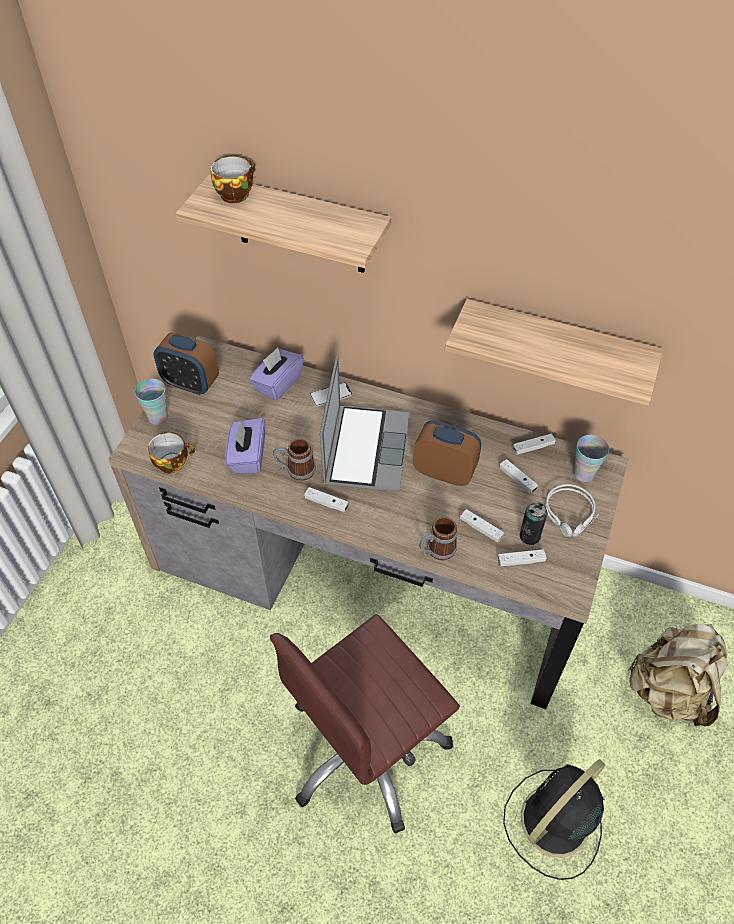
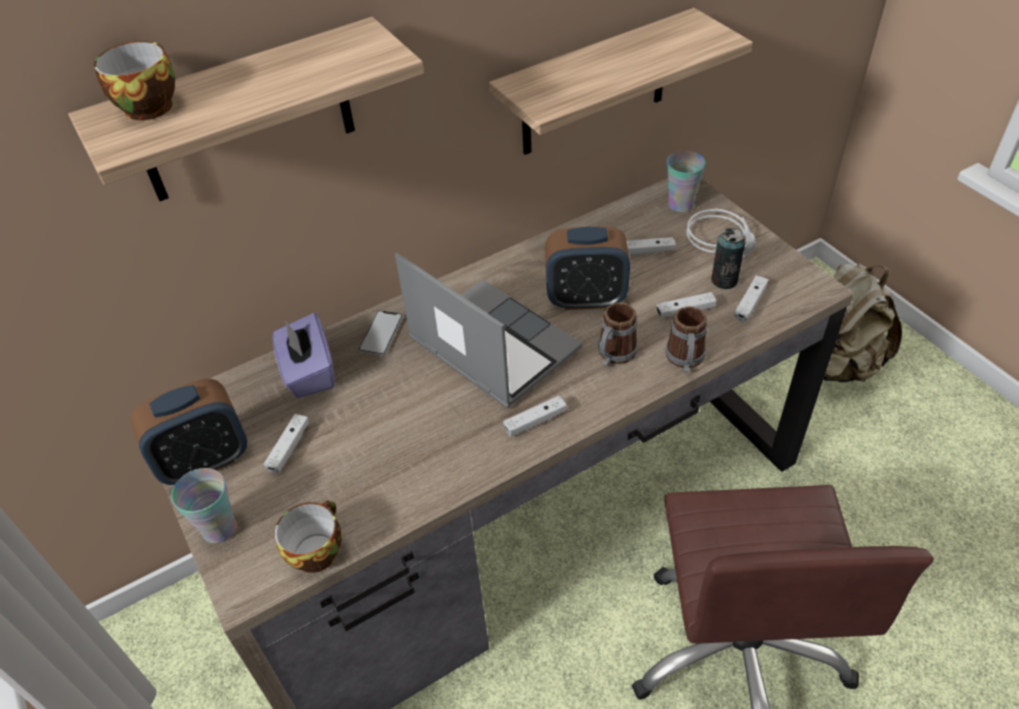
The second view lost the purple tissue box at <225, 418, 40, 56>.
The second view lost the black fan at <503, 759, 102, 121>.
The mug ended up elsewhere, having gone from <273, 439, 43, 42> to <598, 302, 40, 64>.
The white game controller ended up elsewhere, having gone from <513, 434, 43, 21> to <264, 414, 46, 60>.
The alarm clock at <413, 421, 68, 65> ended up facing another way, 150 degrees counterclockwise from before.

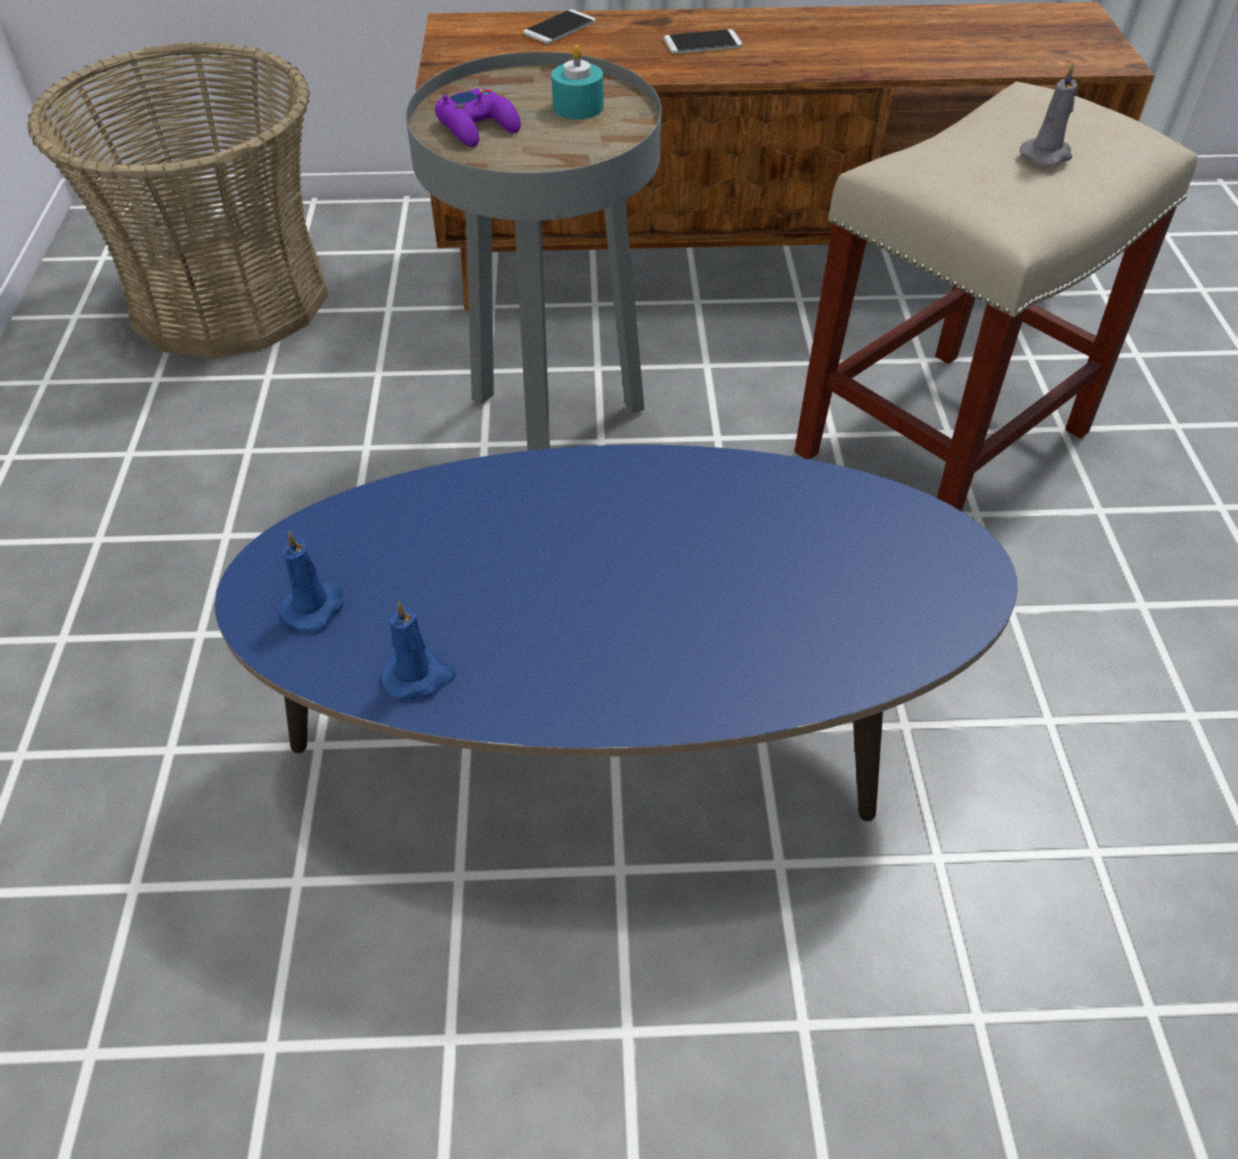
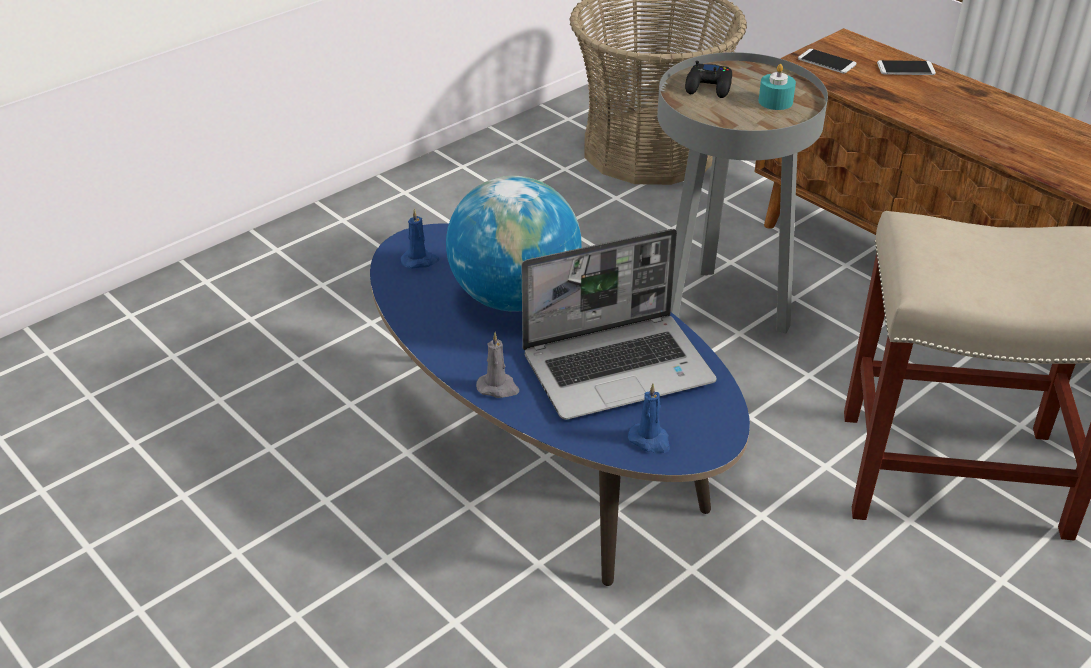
The second view gained the globe at <446, 176, 136, 136>.
The second view gained the laptop at <522, 229, 195, 191>.
The blue candle ended up elsewhere, having gone from <381, 601, 75, 99> to <628, 383, 42, 70>.
The phone ended up elsewhere, having gone from <664, 29, 78, 25> to <798, 49, 59, 24>.
The grey candle ended up elsewhere, having gone from <1020, 63, 57, 103> to <476, 332, 43, 66>.
What was the purple game controller at <435, 88, 86, 59> turned into the black game controller at <685, 61, 47, 37>.

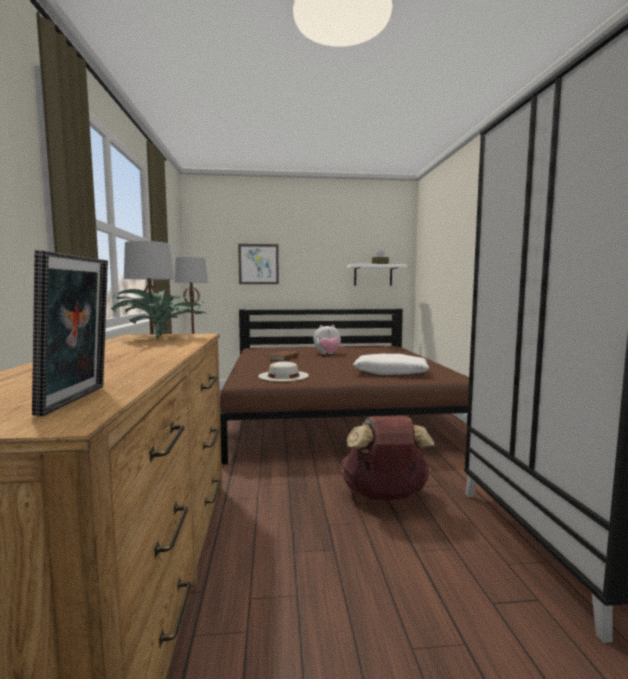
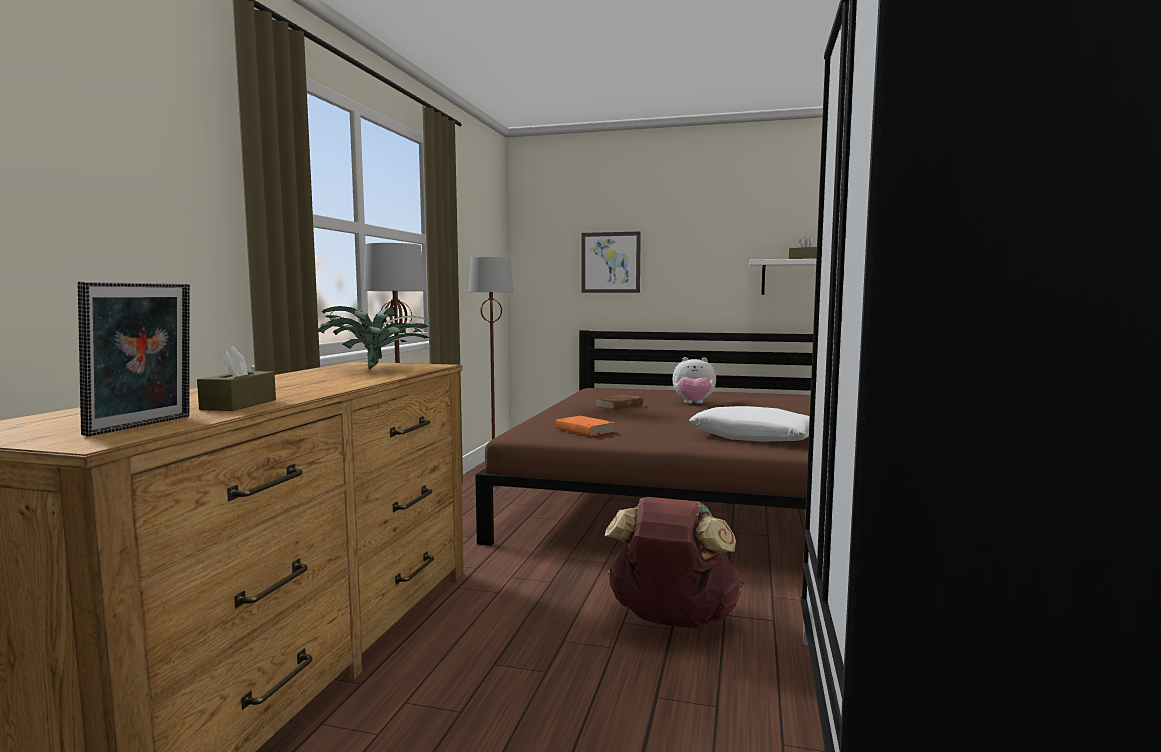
The second view gained the brown tissue box at <197, 346, 79, 65>.
Where the white hat stood at <258, 362, 51, 19>, the orange book came to stand at <556, 416, 59, 21>.

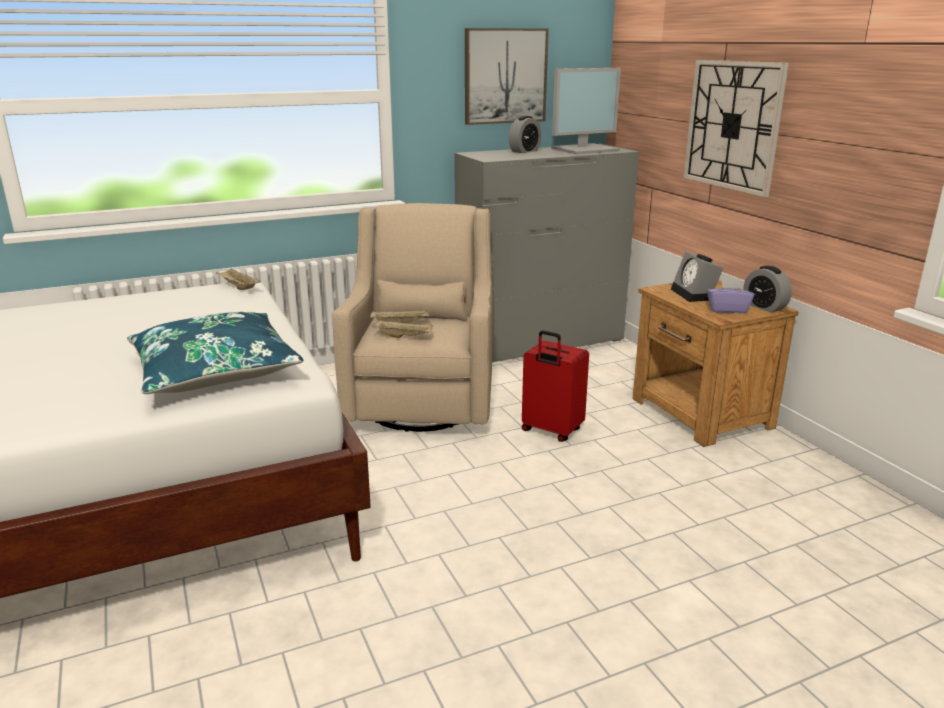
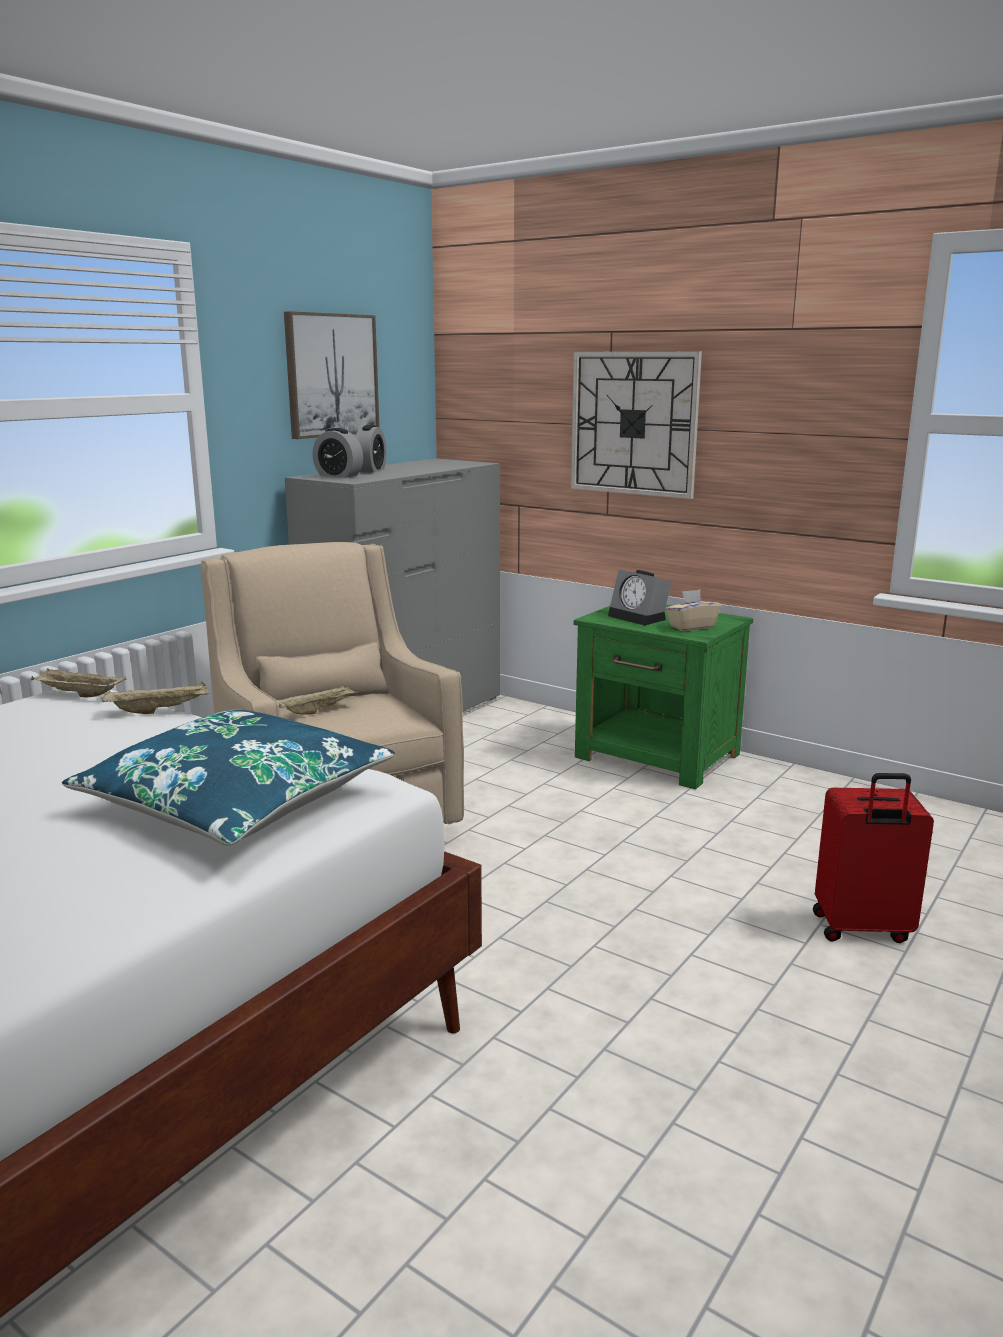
The second view lost the monitor at <551, 68, 70, 87>.
The beige tray ended up elsewhere, having gone from <372, 320, 61, 18> to <101, 682, 108, 32>.
The red suitcase ended up elsewhere, having gone from <522, 330, 67, 112> to <813, 773, 121, 170>.
The alarm clock ended up elsewhere, having gone from <743, 266, 49, 47> to <312, 428, 51, 50>.
What was the brown nightstand at <633, 280, 166, 167> turned into the green nightstand at <573, 605, 180, 184>.
What was the purple tissue box at <707, 278, 47, 35> turned into the beige tissue box at <666, 589, 55, 42>.

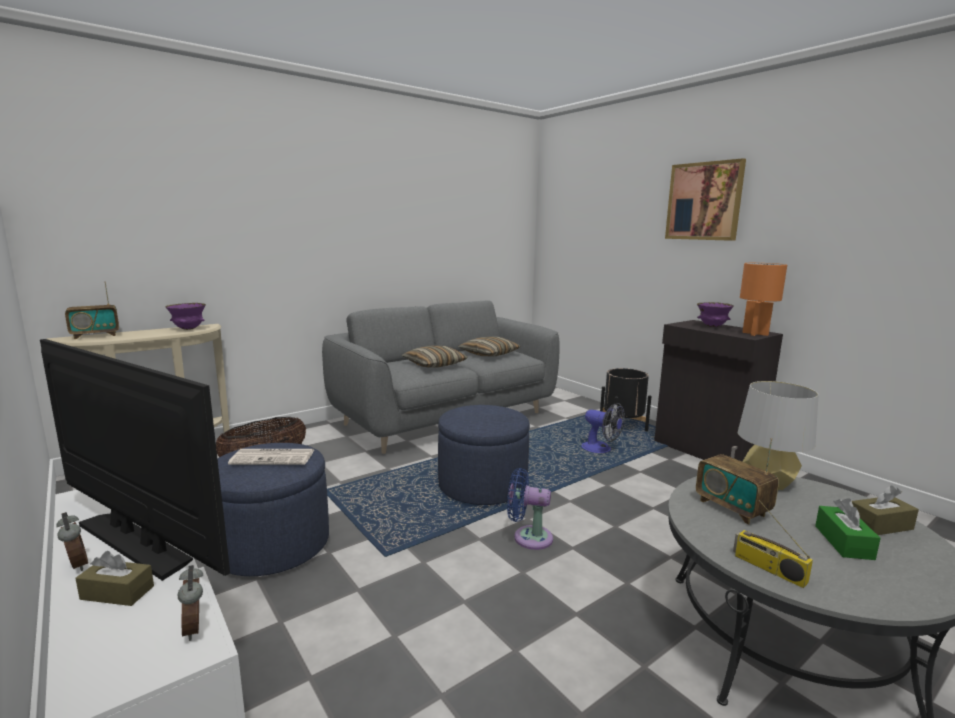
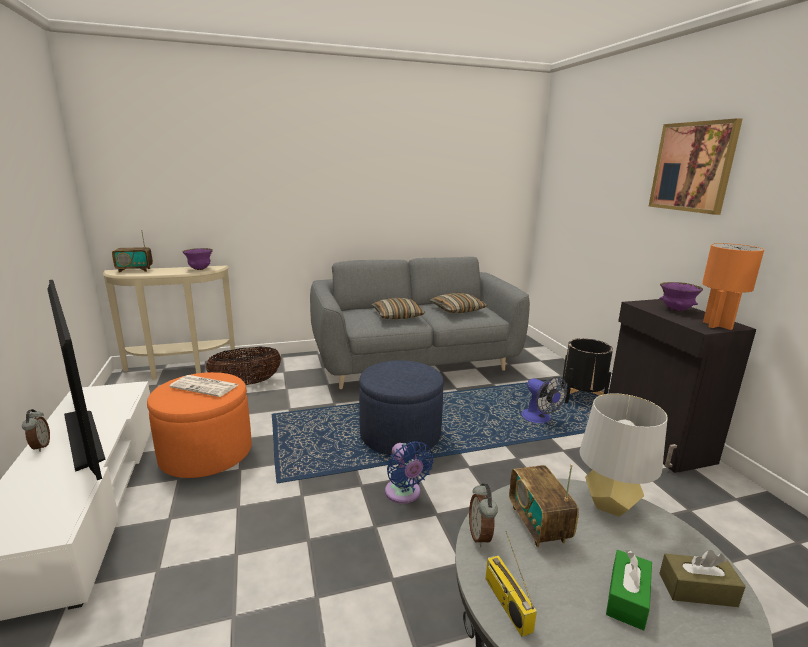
The second view lost the brown tissue box at <75, 551, 79, 55>.
The alarm clock ended up elsewhere, having gone from <177, 565, 26, 76> to <469, 483, 29, 64>.
What was the blue ottoman at <217, 443, 112, 133> turned into the orange ottoman at <147, 372, 105, 106>.
The blue fan at <507, 468, 46, 82> ended up facing another way, 150 degrees counterclockwise from before.

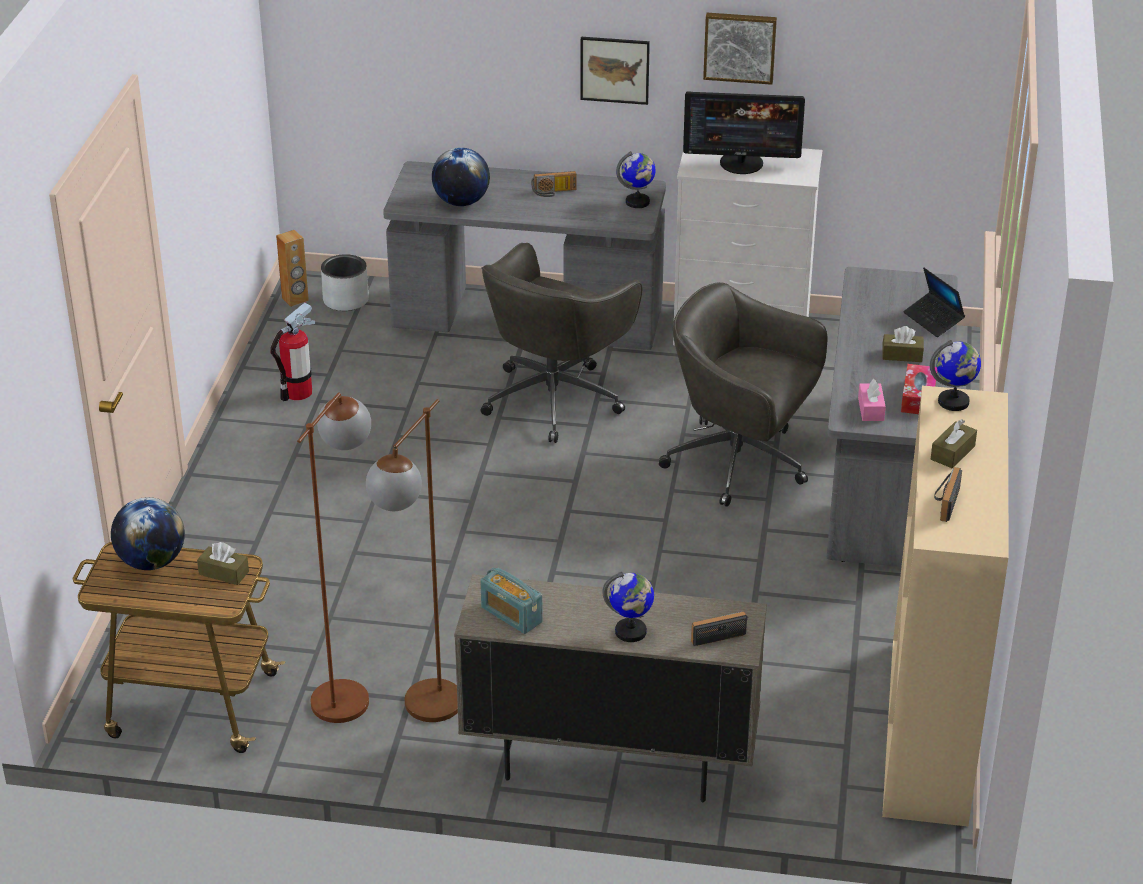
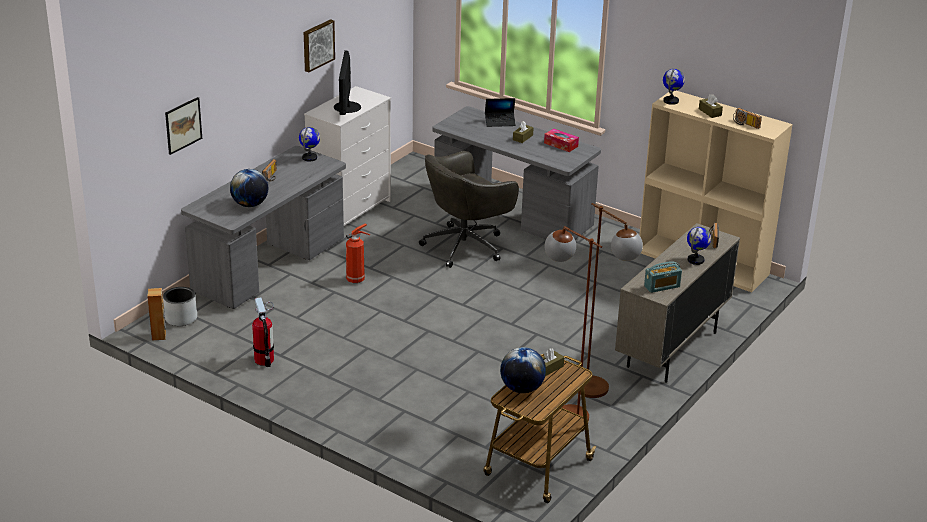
The second view lost the pink tissue box at <858, 379, 28, 42>.
The picture ended up elsewhere, having gone from <580, 37, 70, 68> to <165, 97, 37, 58>.
Where the grey office chair stood at <480, 243, 162, 200>, the fire extinguisher came to stand at <346, 223, 24, 60>.
The monitor at <683, 91, 122, 83> ended up facing another way, 150 degrees clockwise from before.

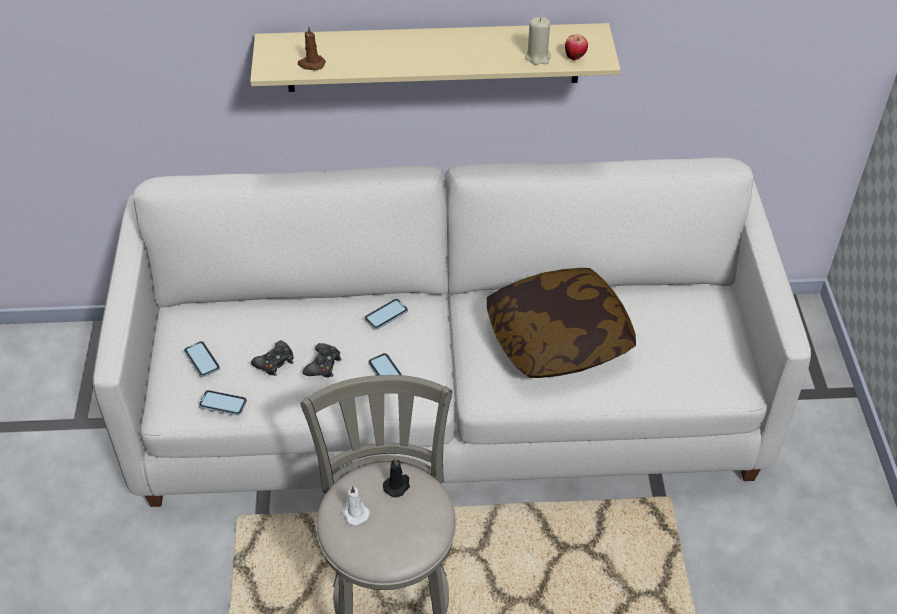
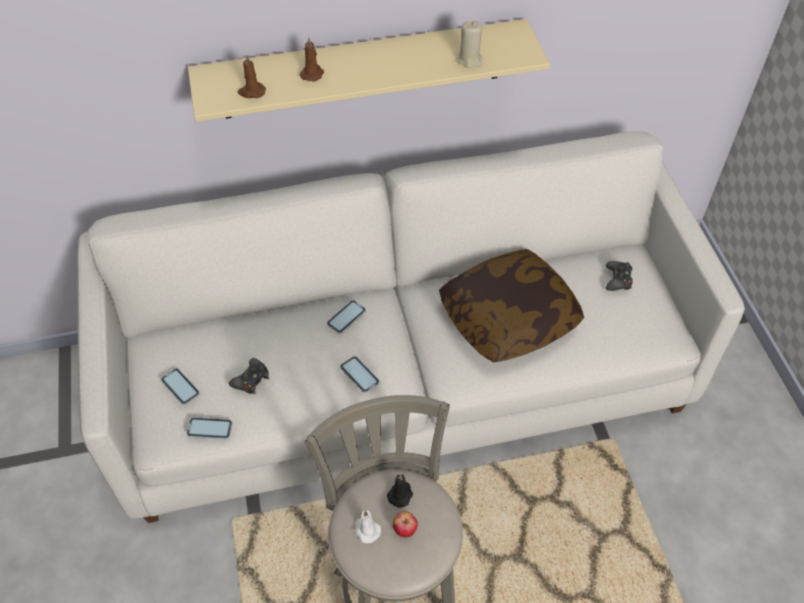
The second view gained the brown candle at <300, 37, 24, 45>.
The black game controller ended up elsewhere, having gone from <303, 343, 39, 35> to <606, 261, 27, 30>.
The apple ended up elsewhere, having gone from <565, 34, 23, 26> to <393, 511, 25, 26>.

